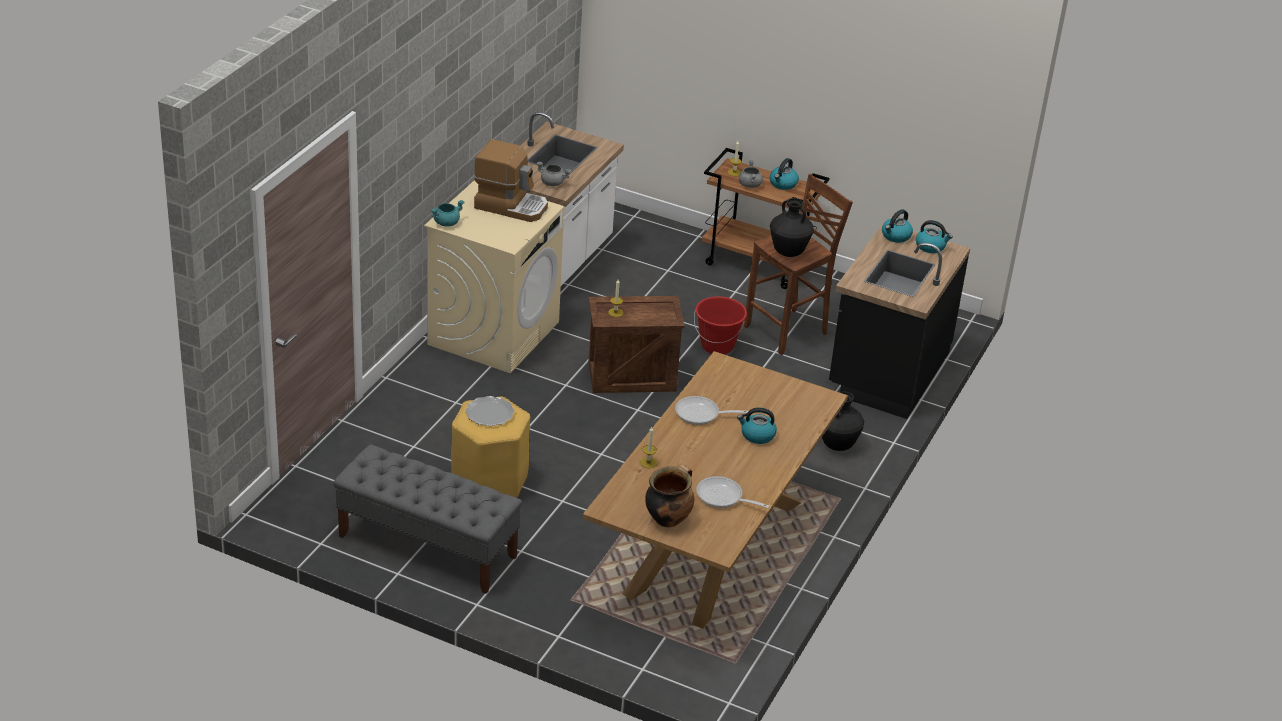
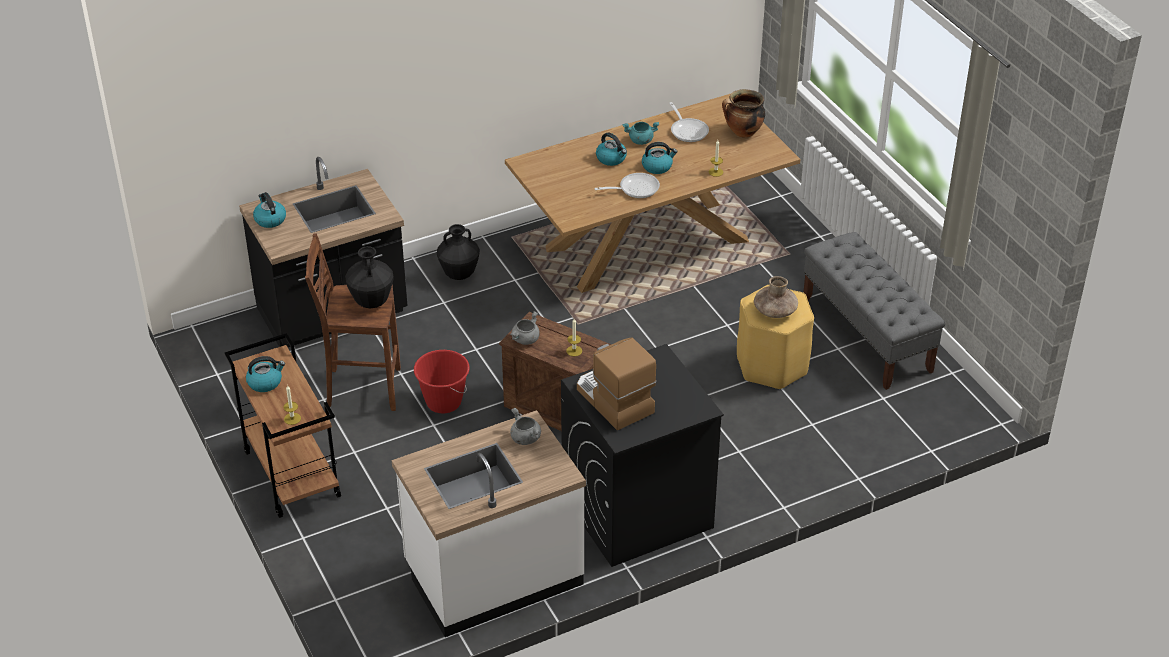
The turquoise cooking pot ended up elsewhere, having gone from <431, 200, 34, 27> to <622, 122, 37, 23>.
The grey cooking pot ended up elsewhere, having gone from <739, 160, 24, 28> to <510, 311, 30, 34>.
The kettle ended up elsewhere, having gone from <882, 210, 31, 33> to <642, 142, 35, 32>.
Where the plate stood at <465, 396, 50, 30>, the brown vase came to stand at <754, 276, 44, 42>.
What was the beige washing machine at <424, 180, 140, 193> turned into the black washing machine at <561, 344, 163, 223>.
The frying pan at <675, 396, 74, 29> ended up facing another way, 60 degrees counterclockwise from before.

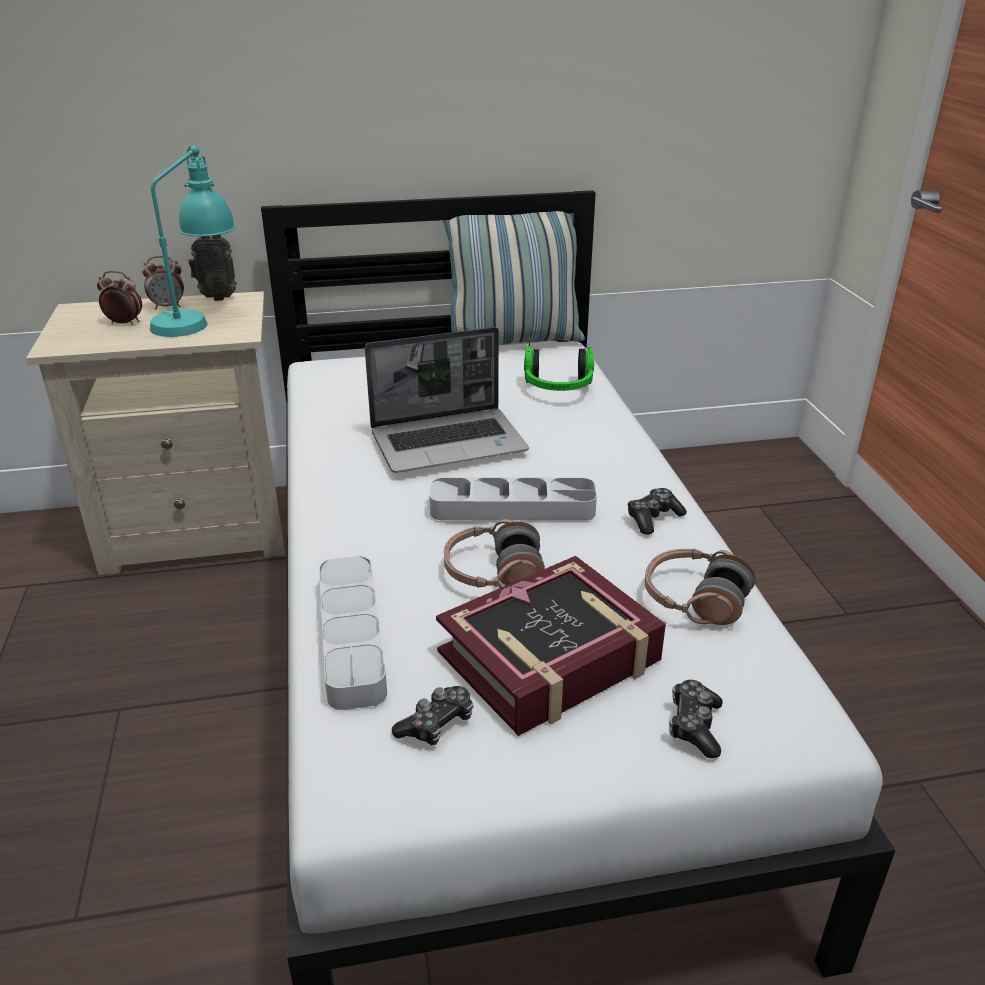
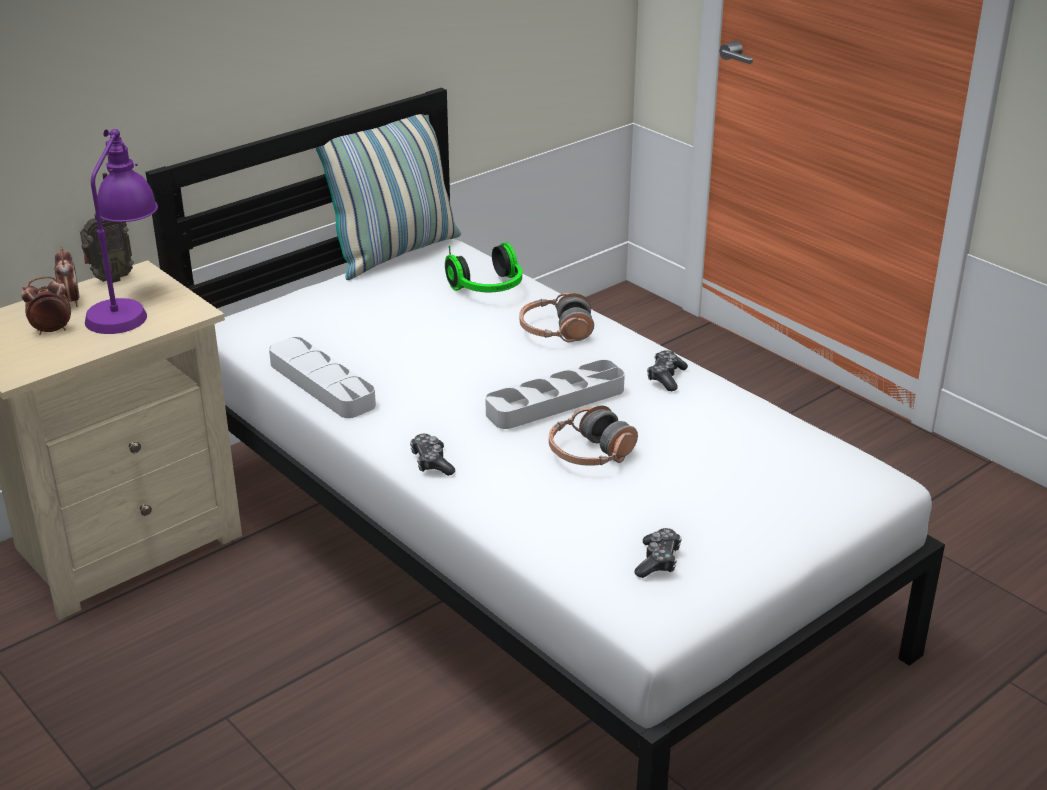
The second view lost the laptop at <365, 327, 164, 146>.
The second view lost the book at <436, 556, 230, 180>.
The grey tray ended up elsewhere, having gone from <319, 556, 68, 154> to <269, 337, 107, 81>.
The headphones ended up elsewhere, having gone from <645, 548, 111, 77> to <519, 293, 75, 49>.
The game controller ended up elsewhere, having gone from <669, 680, 54, 78> to <410, 434, 45, 42>.
What was the turquoise table lamp at <150, 146, 86, 191> turned into the purple table lamp at <85, 129, 73, 205>.
The alarm clock at <142, 256, 42, 53> ended up facing another way, 60 degrees counterclockwise from before.

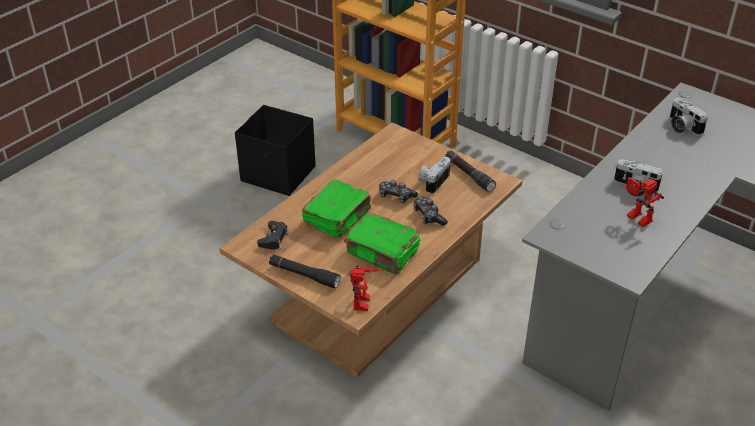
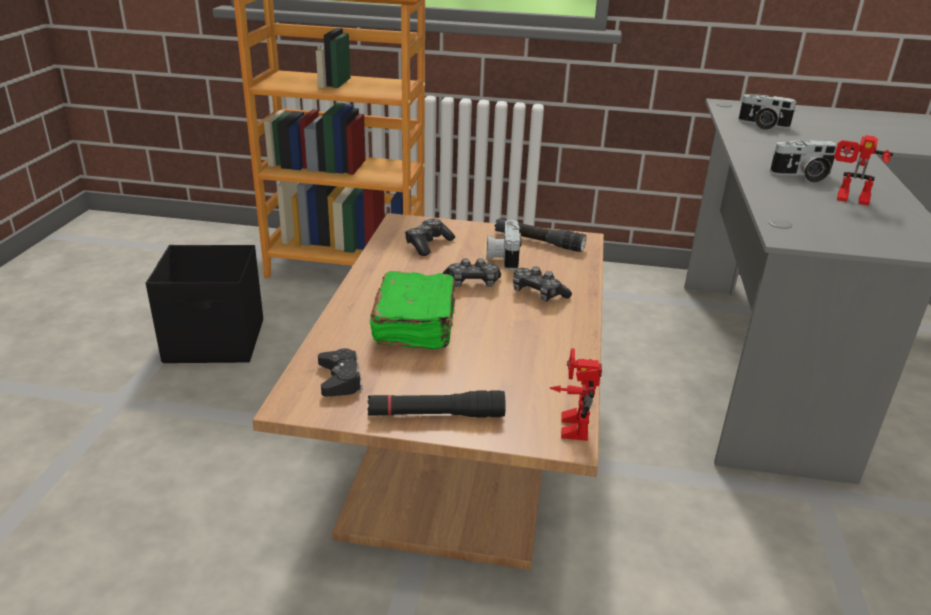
The second view lost the green book at <344, 213, 76, 62>.
The second view gained the game controller at <405, 219, 50, 37>.
The toy robot at <350, 266, 29, 45> ended up facing another way, 150 degrees counterclockwise from before.

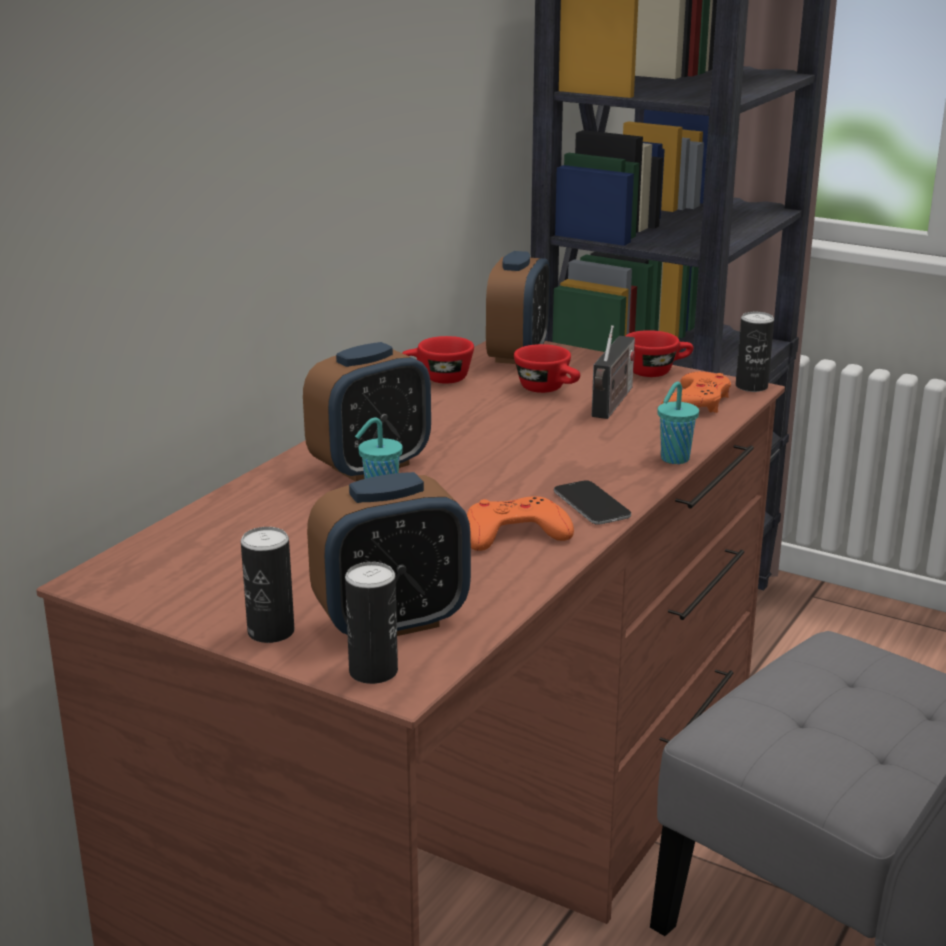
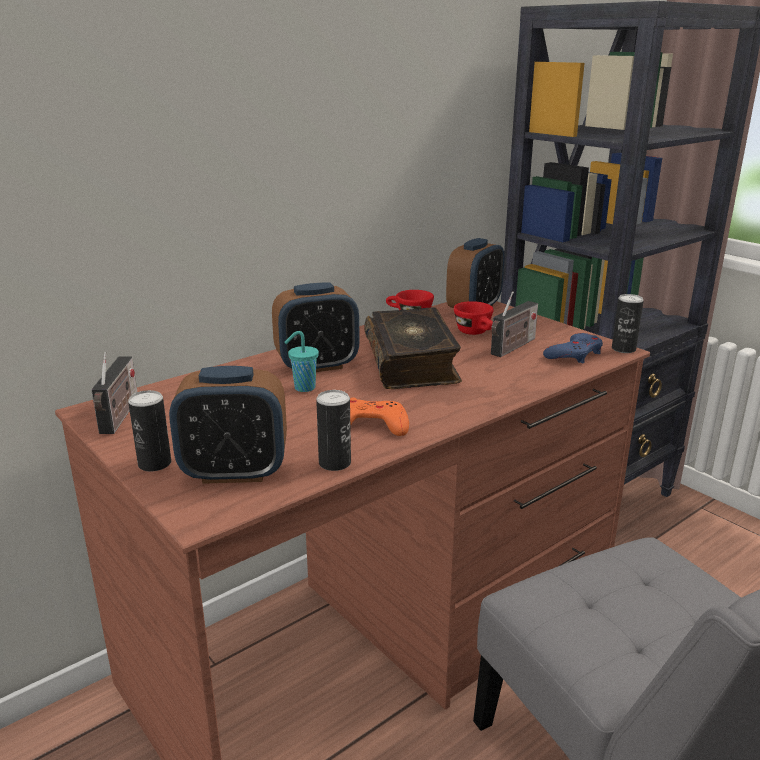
The second view lost the phone at <554, 480, 77, 45>.
The second view lost the red cup at <626, 330, 67, 47>.
The second view lost the turquoise cup at <657, 382, 42, 82>.
The second view gained the radio at <91, 352, 46, 82>.
The second view gained the book at <364, 307, 98, 82>.
The can ended up elsewhere, having gone from <345, 562, 53, 122> to <316, 390, 35, 81>.
What was the orange game controller at <661, 371, 70, 42> turned into the blue game controller at <543, 333, 60, 30>.

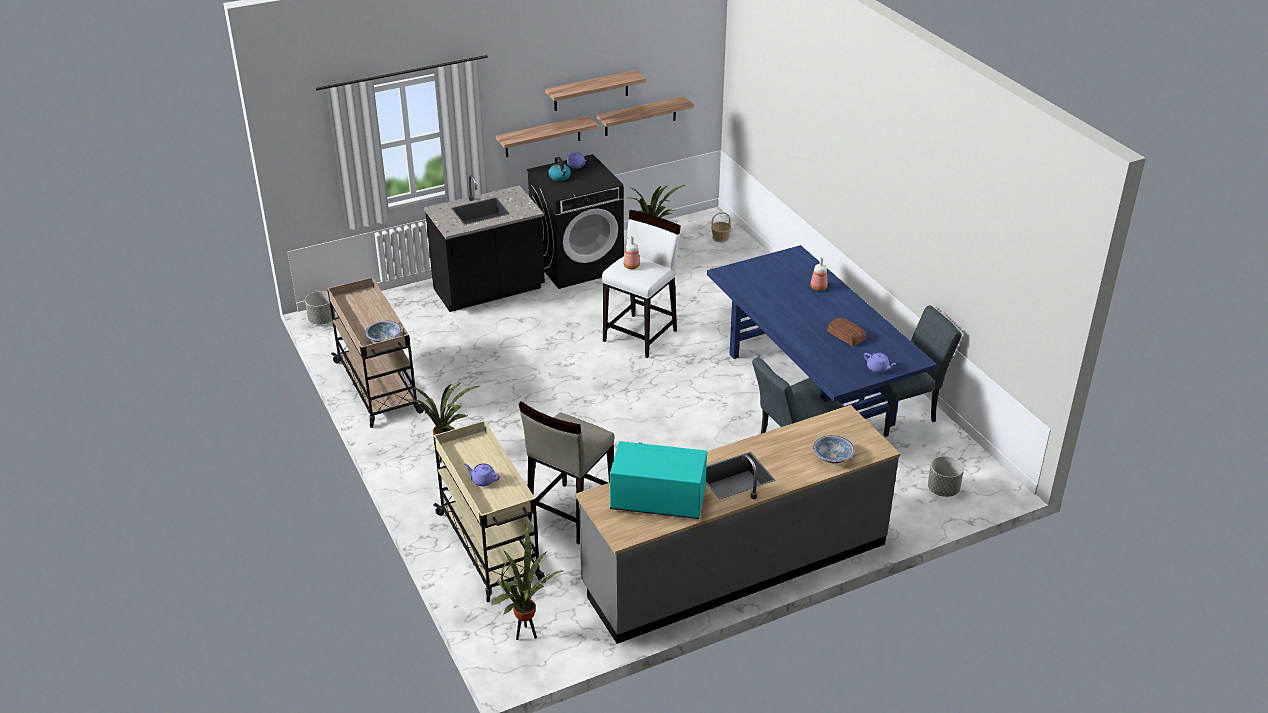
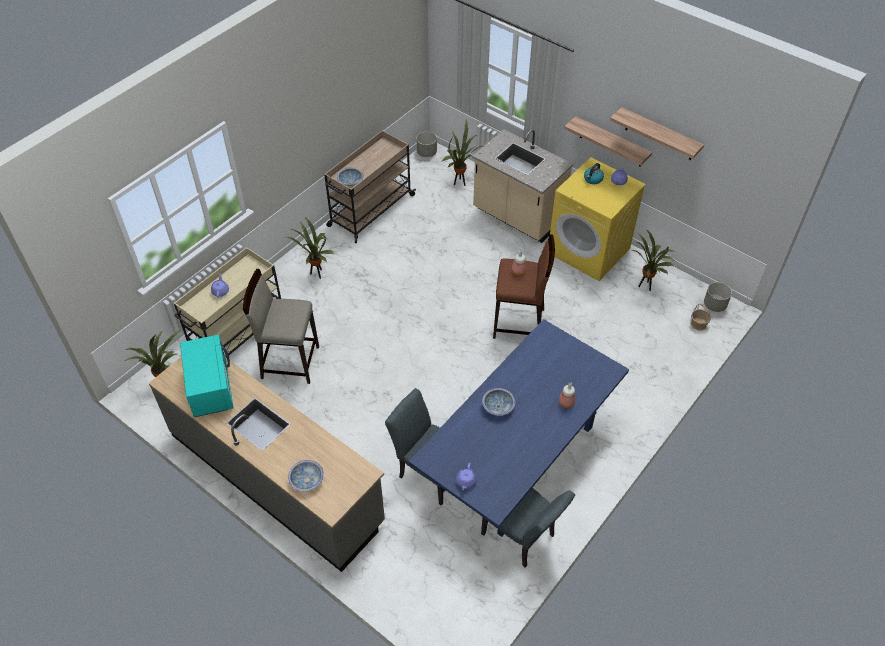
The second view lost the shelf at <597, 96, 97, 40>.
The second view lost the bread at <827, 318, 39, 28>.
The second view gained the potted plant at <442, 118, 41, 68>.
The second view gained the bowl at <482, 388, 33, 28>.
The grey planter ended up elsewhere, having gone from <928, 456, 36, 41> to <704, 282, 28, 30>.
What was the black counter at <424, 175, 121, 137> turned into the beige counter at <472, 130, 101, 113>.
What was the black washing machine at <527, 154, 97, 135> turned into the yellow washing machine at <550, 157, 96, 124>.
What was the white stool at <602, 210, 79, 148> turned into the brown stool at <493, 234, 62, 105>.

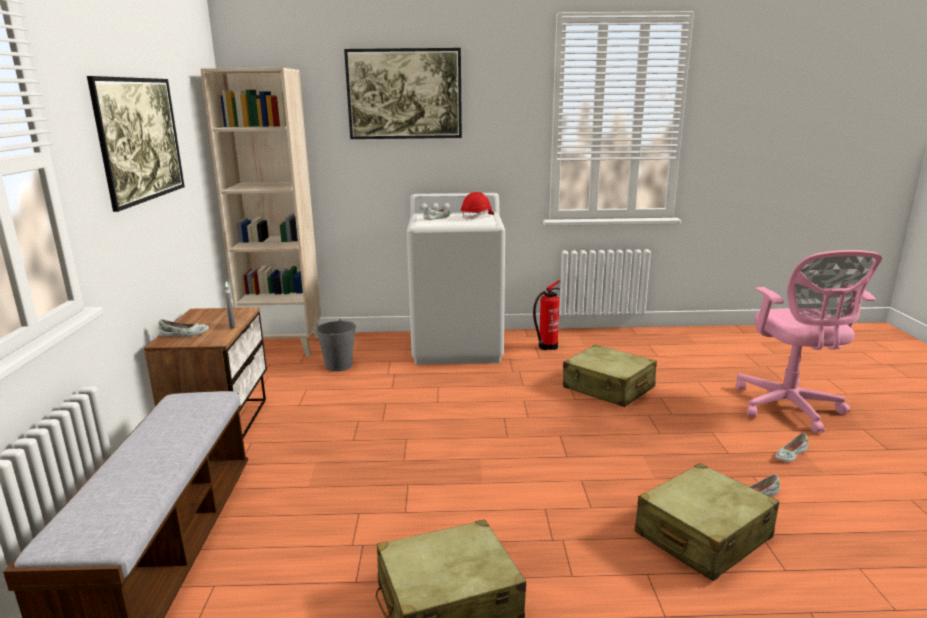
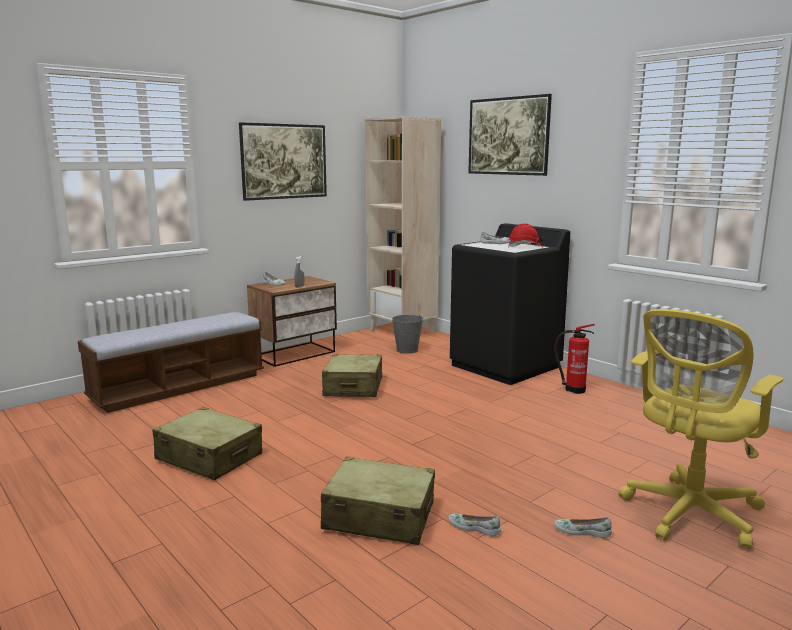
The beige suitcase ended up elsewhere, having gone from <563, 344, 94, 63> to <322, 354, 60, 43>.
What was the white washing machine at <407, 193, 98, 172> turned into the black washing machine at <450, 223, 120, 162>.
What was the pink office chair at <736, 250, 146, 183> turned into the yellow office chair at <619, 309, 165, 240>.

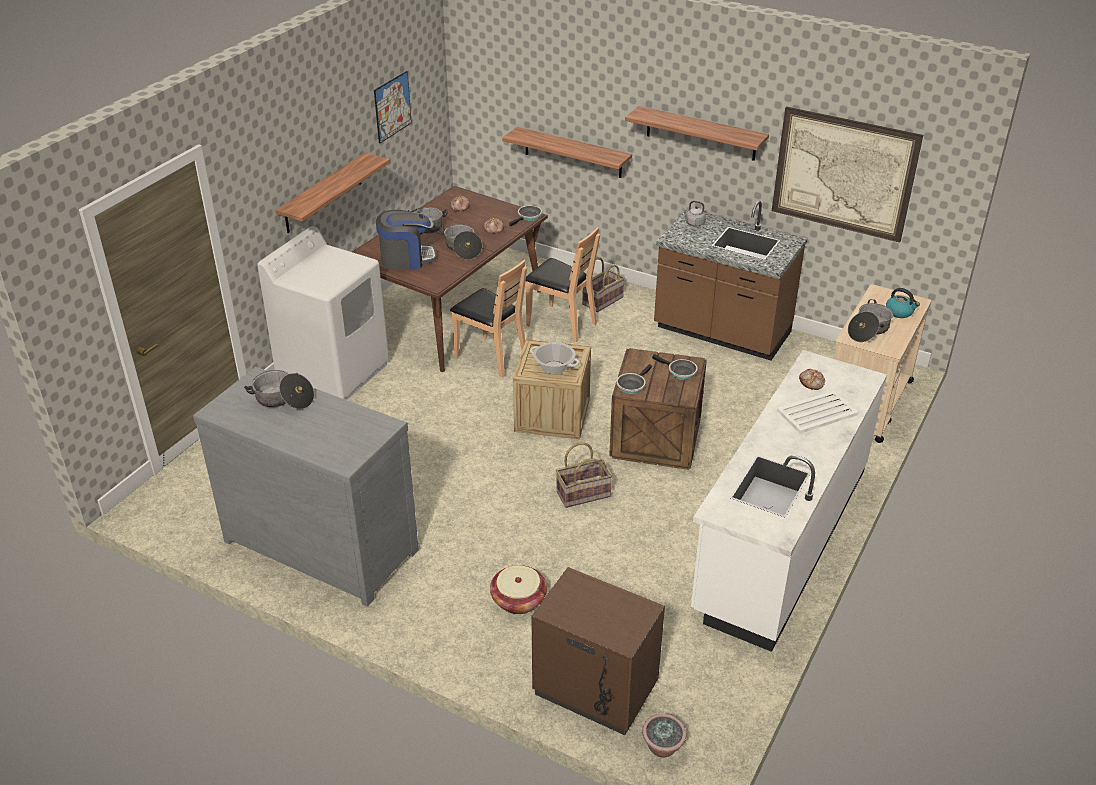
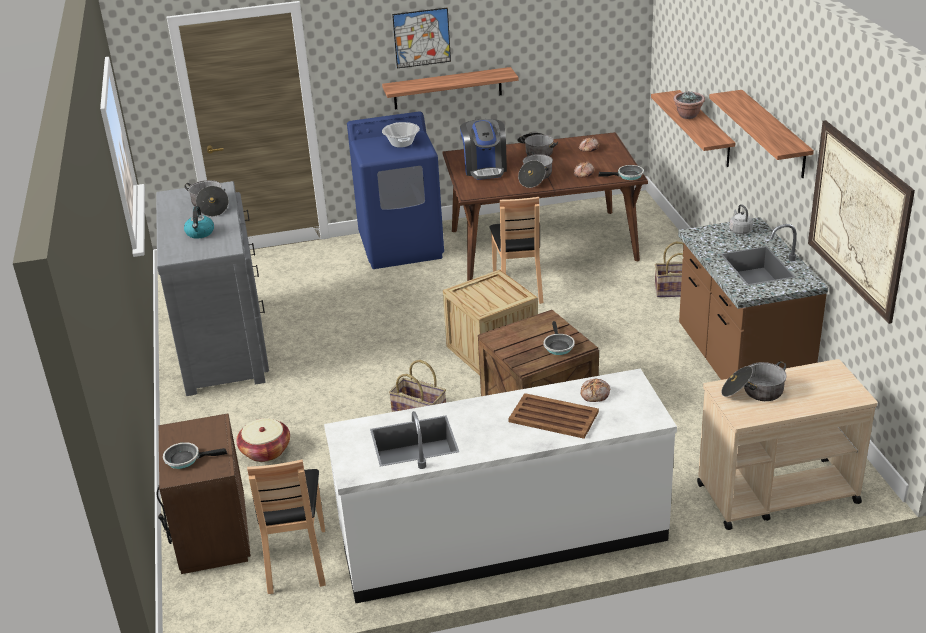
The picture ended up elsewhere, having gone from <374, 71, 38, 72> to <392, 7, 59, 61>.
The brown chair ended up elsewhere, having gone from <525, 227, 75, 115> to <247, 460, 79, 134>.
The cooking pot ended up elsewhere, having gone from <530, 342, 49, 32> to <382, 122, 38, 26>.
The frying pan ended up elsewhere, having gone from <616, 364, 36, 30> to <163, 442, 64, 27>.
The potted plant ended up elsewhere, having gone from <642, 714, 44, 44> to <673, 91, 32, 28>.
The kettle ended up elsewhere, having gone from <886, 288, 34, 30> to <184, 206, 30, 32>.
What was the white washing machine at <257, 226, 132, 174> turned into the blue washing machine at <347, 112, 97, 157>.
What was the white tray at <777, 390, 82, 44> turned into the brown tray at <508, 393, 91, 46>.
The coffee machine at <376, 210, 61, 60> ended up facing another way, 45 degrees clockwise from before.

